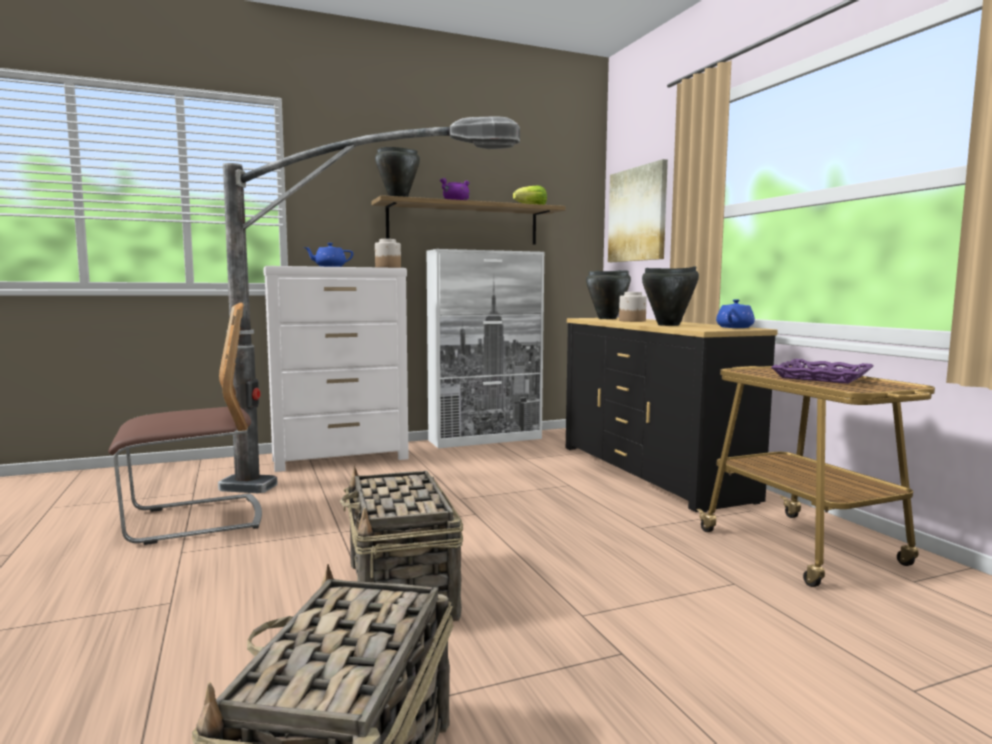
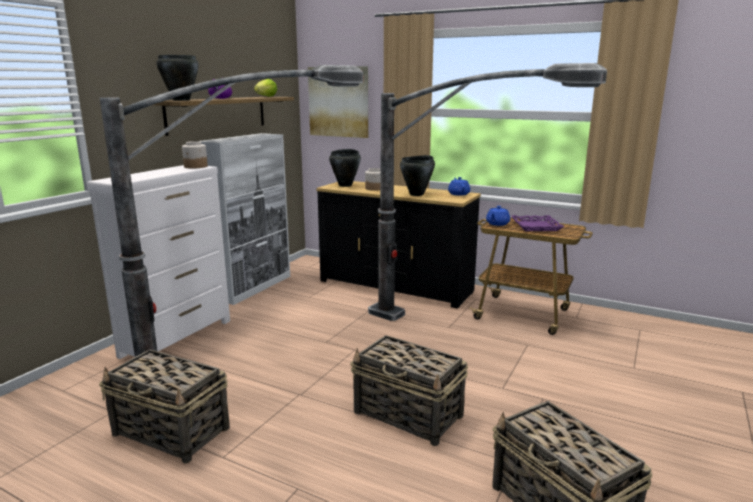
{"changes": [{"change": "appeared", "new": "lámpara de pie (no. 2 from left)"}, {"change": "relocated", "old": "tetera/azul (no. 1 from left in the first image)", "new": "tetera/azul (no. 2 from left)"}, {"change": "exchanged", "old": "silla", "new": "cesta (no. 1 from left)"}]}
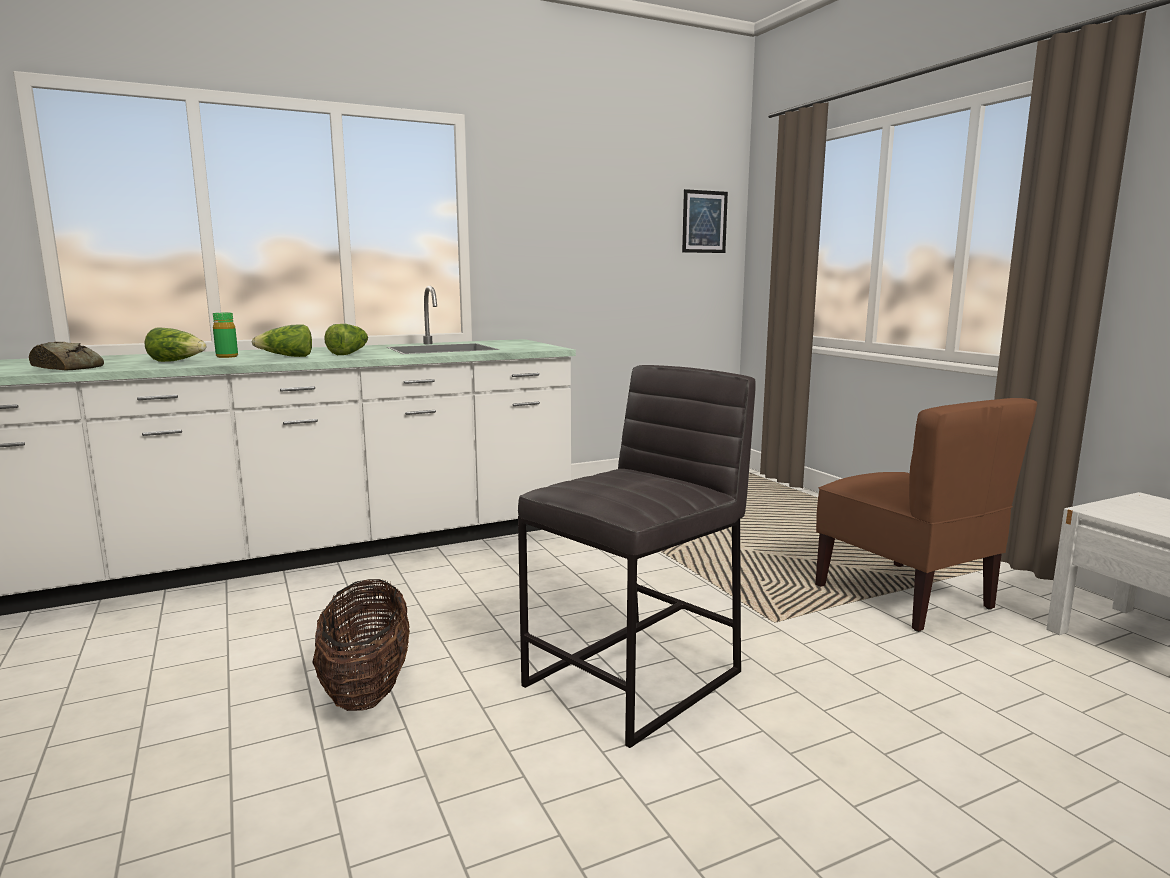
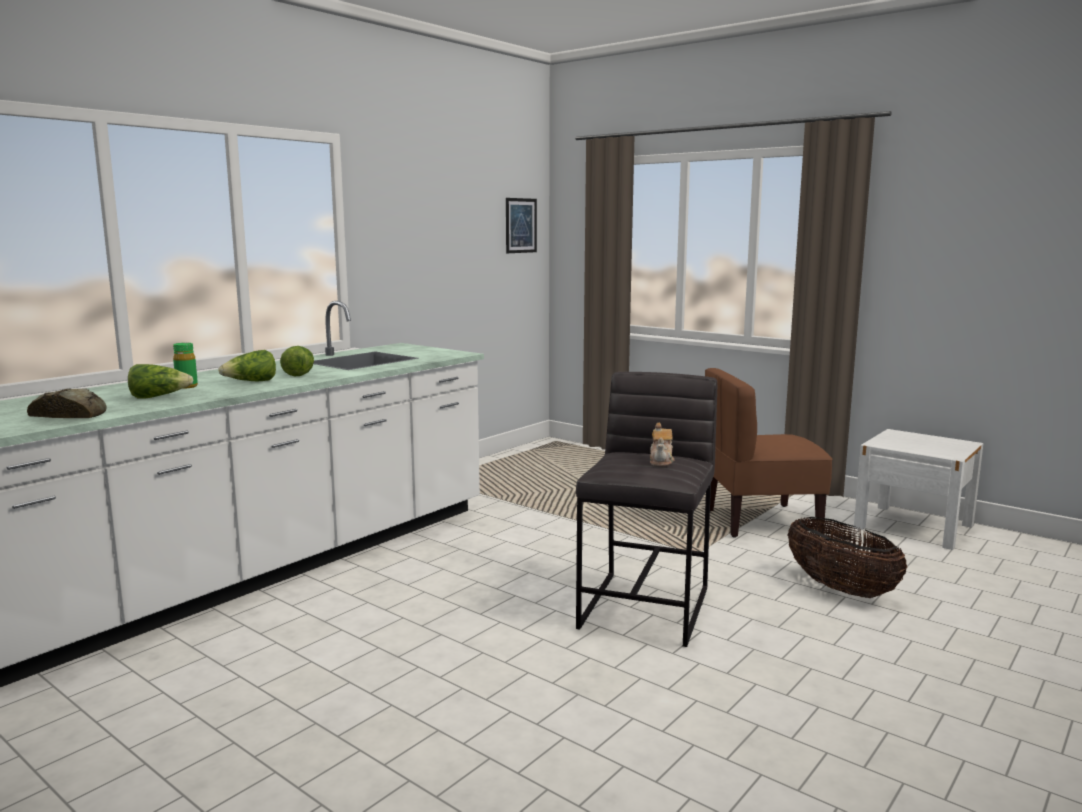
{"changes": [{"change": "appeared", "new": "tetera"}, {"change": "relocated", "old": "cesta"}, {"change": "spun", "old": "silla/marrón", "degrees": 135}]}
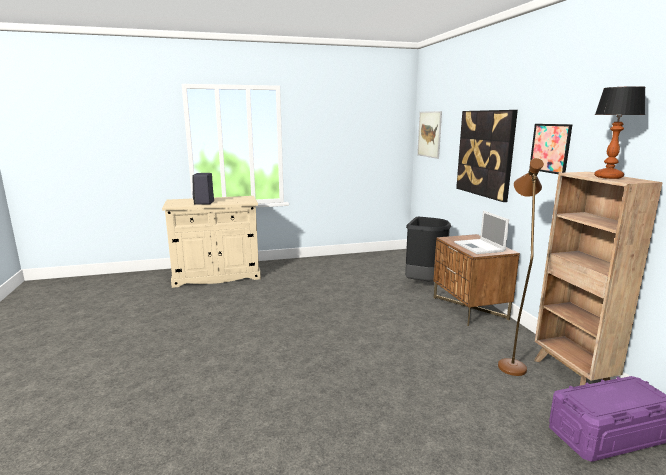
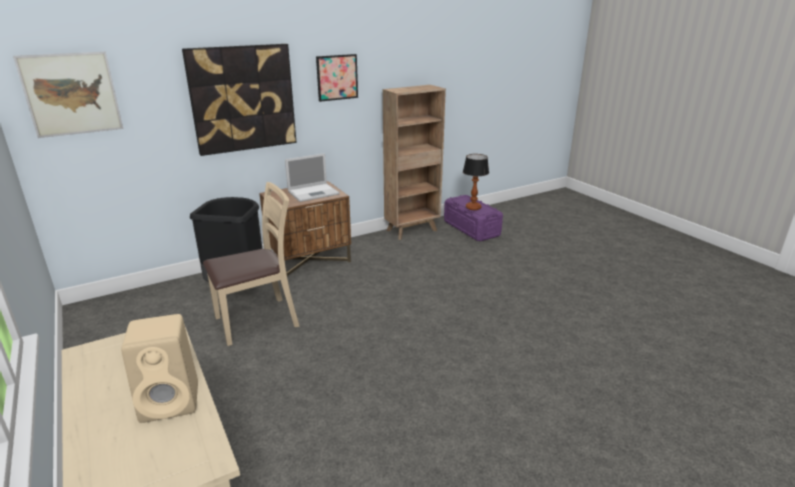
{"changes": [{"change": "missing", "old": "lámpara de pie/marrón"}, {"change": "appeared", "new": "silla/beis"}, {"change": "relocated", "old": "lámpara de mesa"}, {"change": "colour", "old": "altavoz/negro", "new": "altavoz/beis"}]}
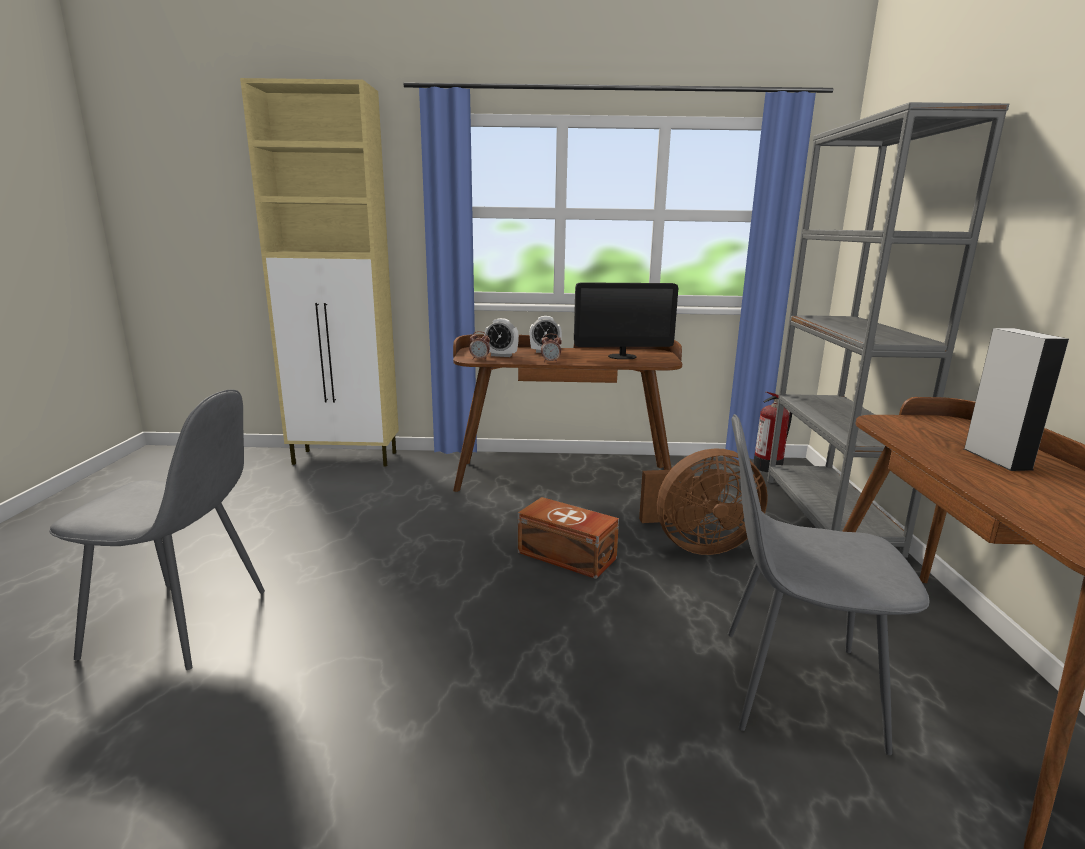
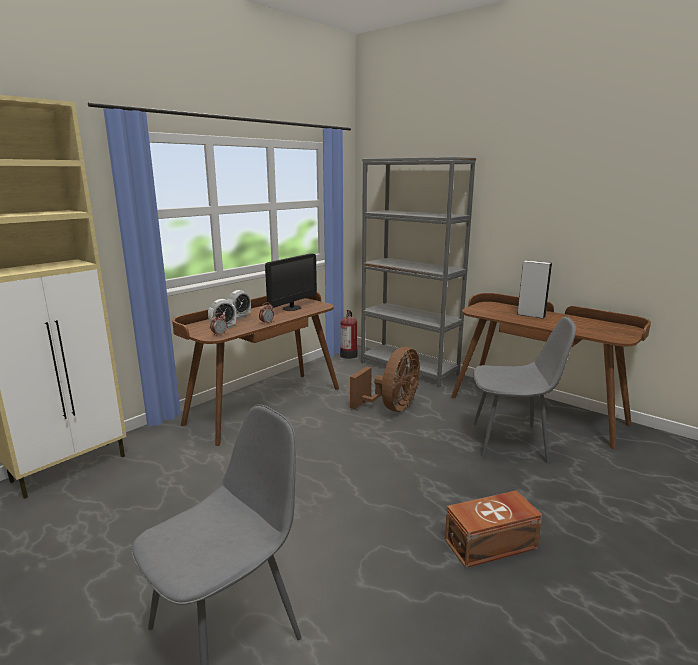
{"changes": [{"change": "relocated", "old": "caja de almacenaje/marrón"}, {"change": "spun", "old": "silla/gris (no. 2 from left)", "degrees": -135}]}
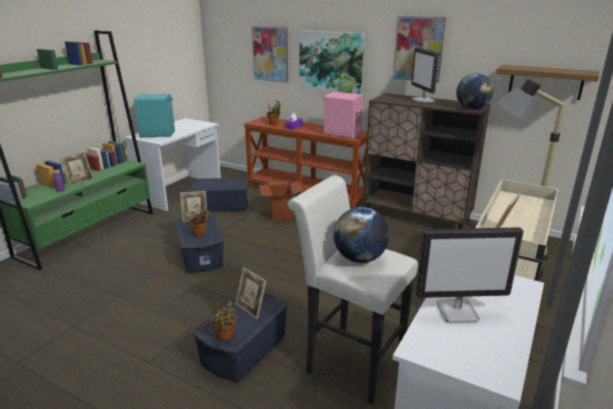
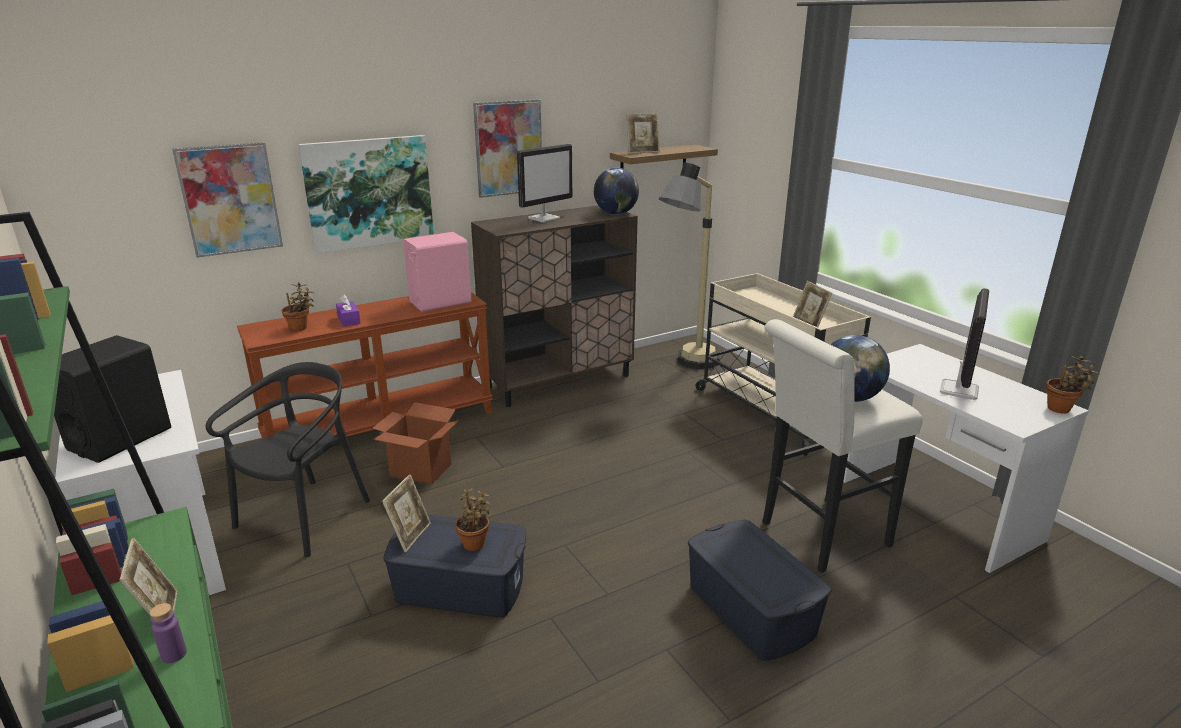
{"changes": [{"change": "relocated", "old": "planta en maceta (no. 2 from left in the first image)", "new": "planta en maceta (no. 3 from left)"}, {"change": "relocated", "old": "portarretratos (no. 3 from left)"}, {"change": "exchanged", "old": "caja de almacenaje/azul (no. 2 from left)", "new": "silla/negro"}, {"change": "colour", "old": "altavoz/turquesa", "new": "altavoz/negro"}, {"change": "spun", "old": "monitor (no. 1 from left)", "degrees": -60}]}
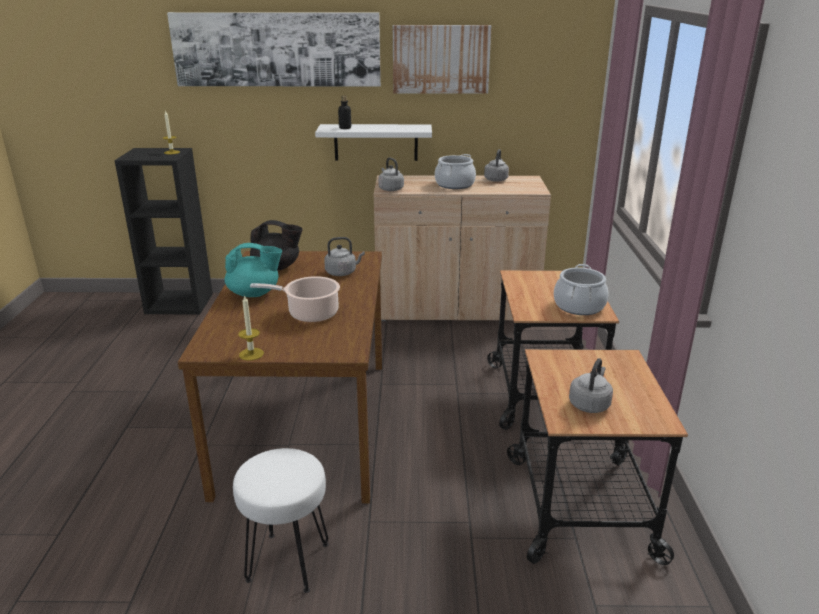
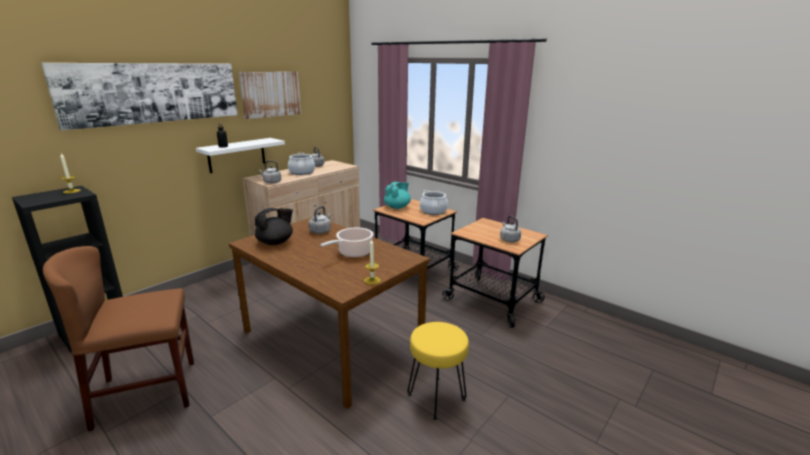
{"changes": [{"change": "appeared", "new": "silla/marrón"}, {"change": "relocated", "old": "tetera/turquesa"}, {"change": "colour", "old": "taburete/blanco", "new": "taburete/amarillo"}]}
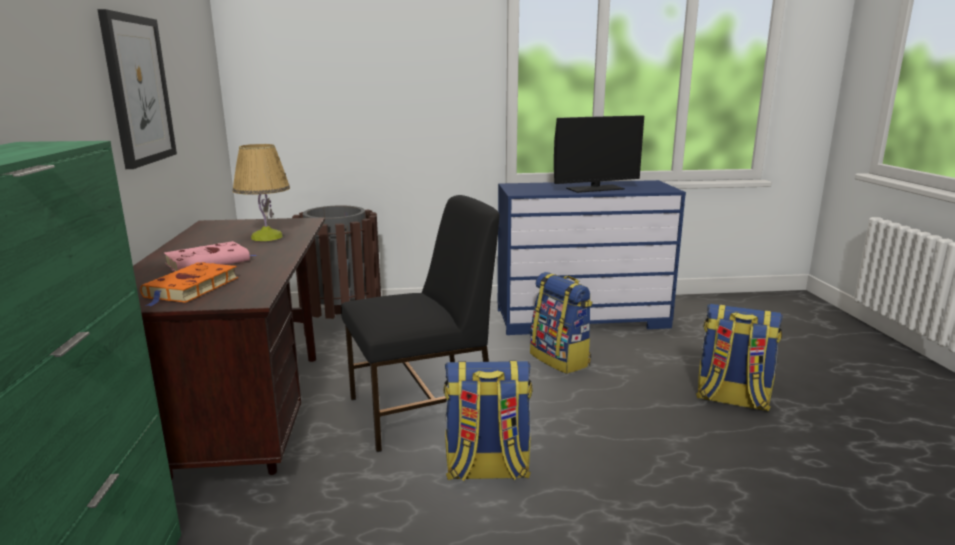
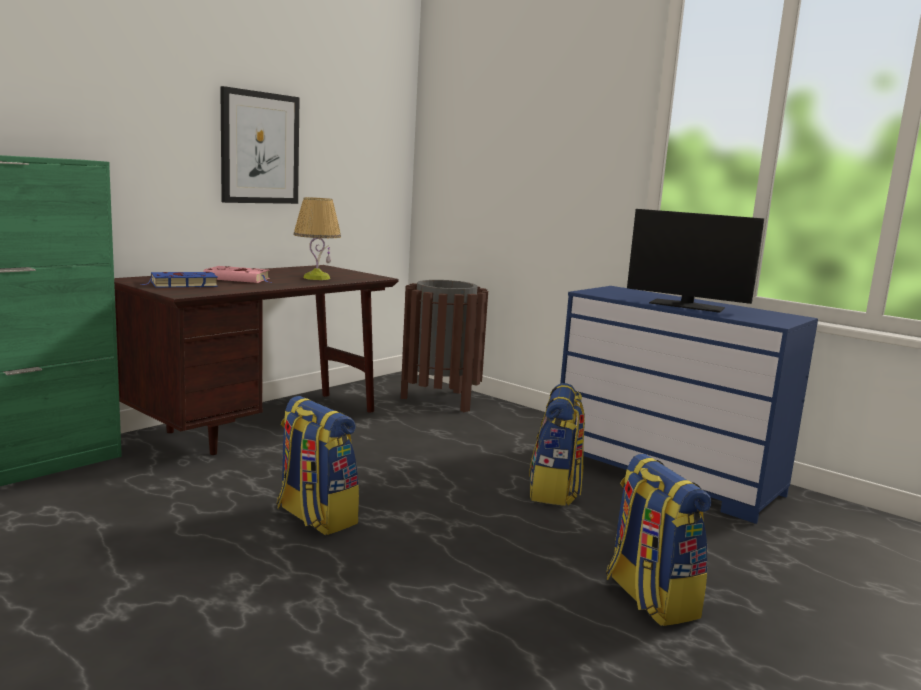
{"changes": [{"change": "missing", "old": "silla/negro"}, {"change": "colour", "old": "libro/naranja", "new": "libro/azul"}]}
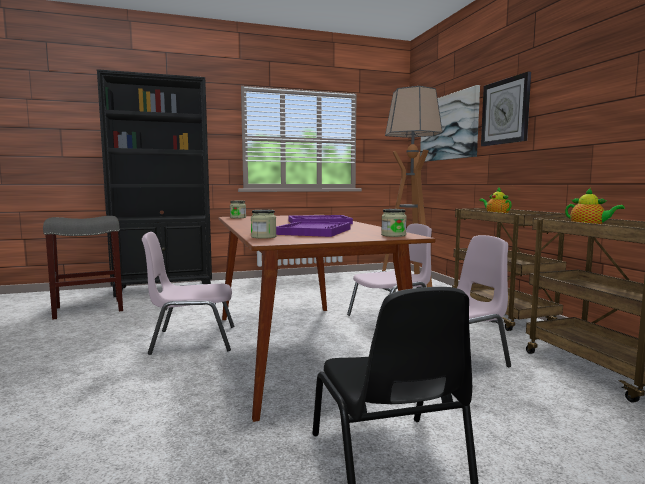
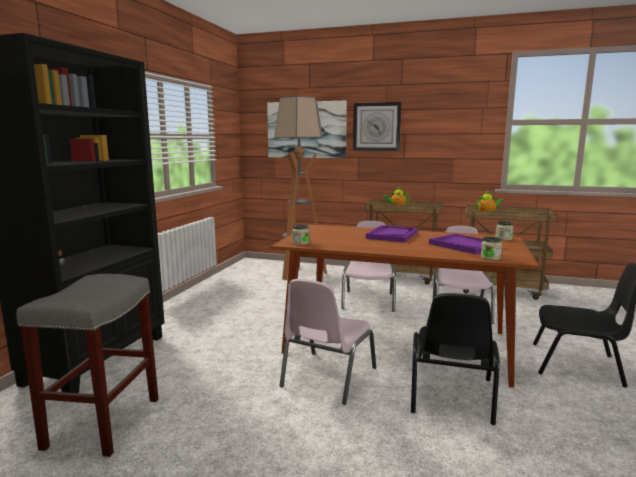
{"changes": [{"change": "appeared", "new": "silla/negro (no. 1 from left)"}]}
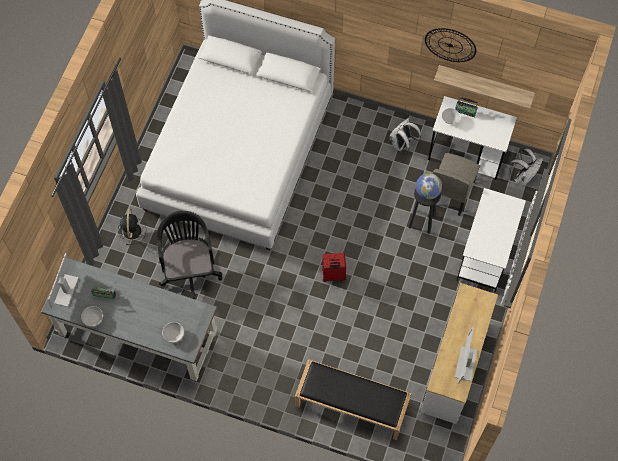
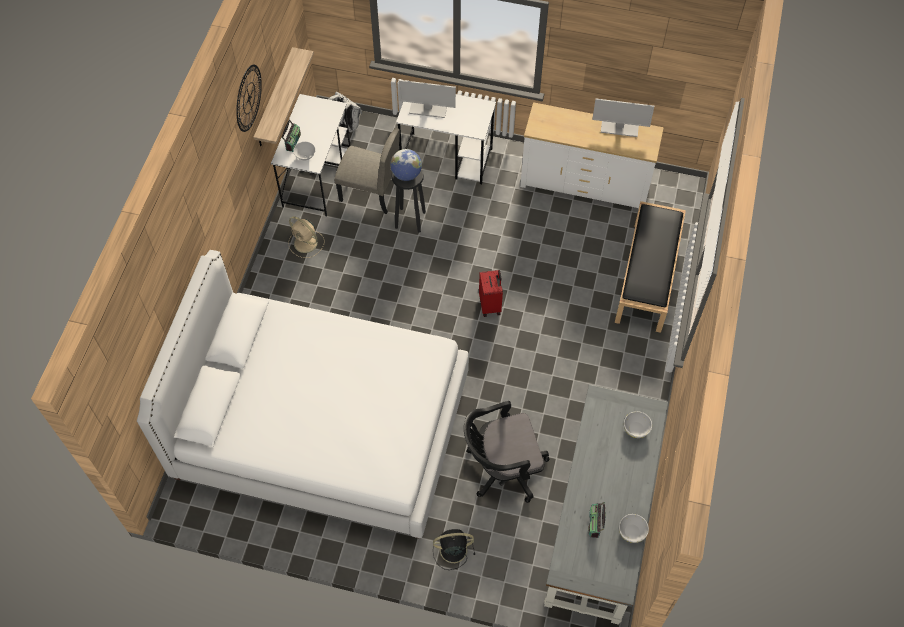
{"changes": [{"change": "relocated", "old": "monitor (no. 1 from left)"}, {"change": "exchanged", "old": "mochila/blanco (no. 1 from left)", "new": "ventilador/beis"}]}
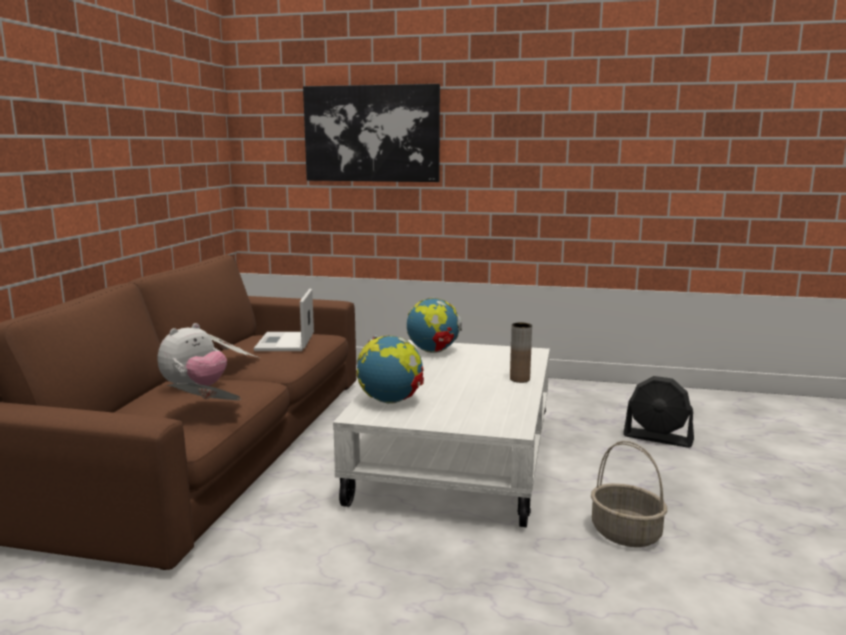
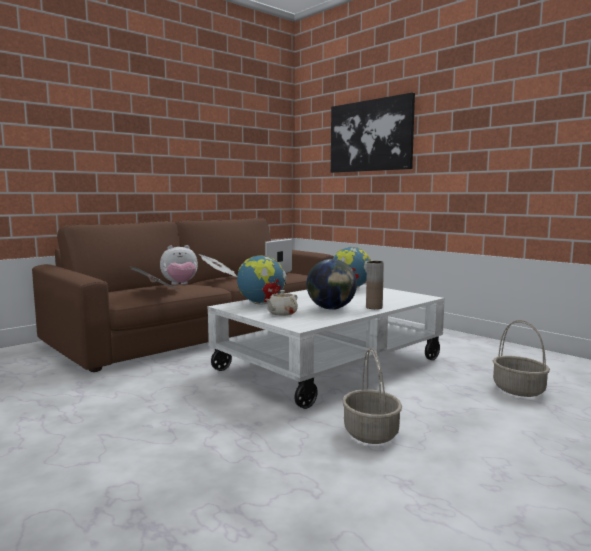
{"changes": [{"change": "appeared", "new": "tetera/beis"}, {"change": "appeared", "new": "globo terráqueo (no. 2 from left)"}, {"change": "exchanged", "old": "ventilador/negro", "new": "cesta (no. 2 from left)"}]}
